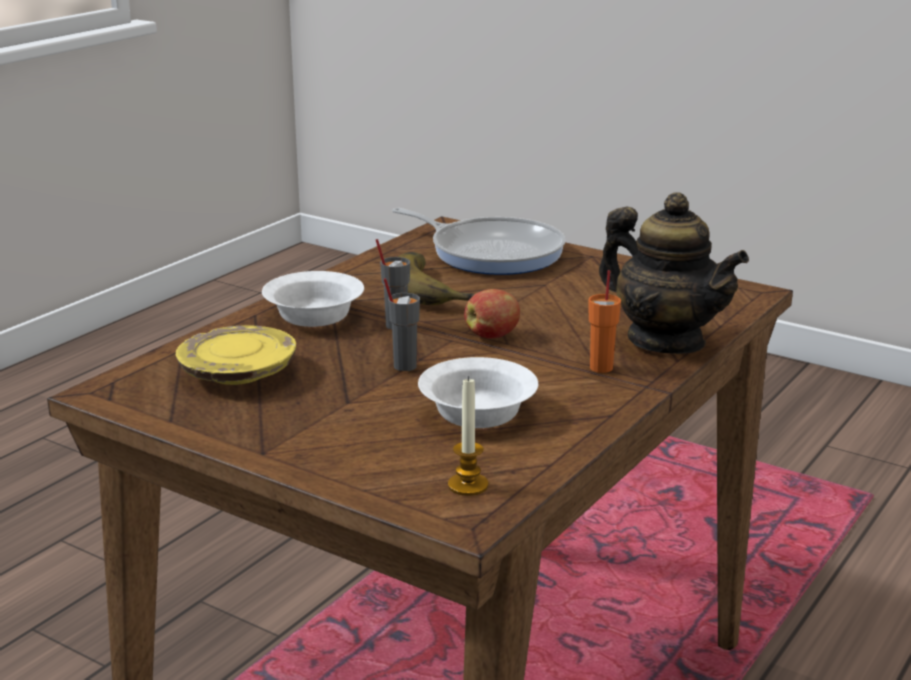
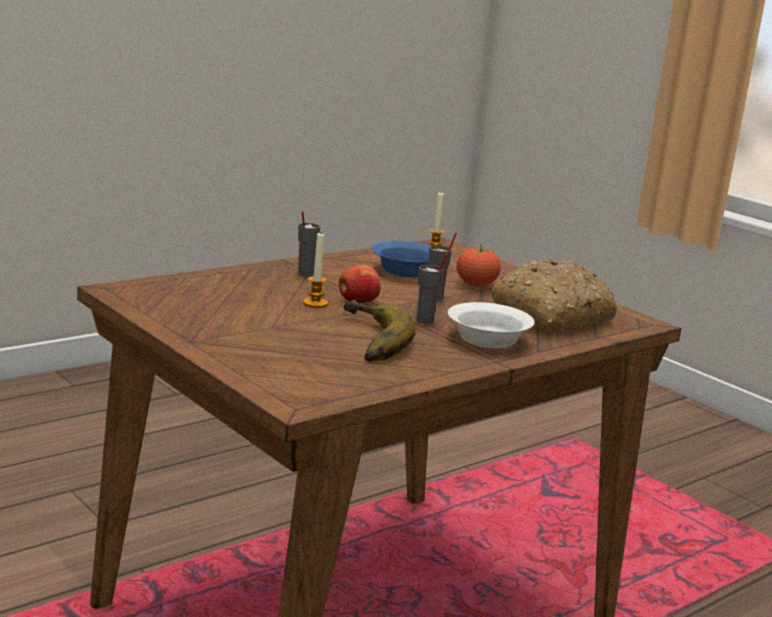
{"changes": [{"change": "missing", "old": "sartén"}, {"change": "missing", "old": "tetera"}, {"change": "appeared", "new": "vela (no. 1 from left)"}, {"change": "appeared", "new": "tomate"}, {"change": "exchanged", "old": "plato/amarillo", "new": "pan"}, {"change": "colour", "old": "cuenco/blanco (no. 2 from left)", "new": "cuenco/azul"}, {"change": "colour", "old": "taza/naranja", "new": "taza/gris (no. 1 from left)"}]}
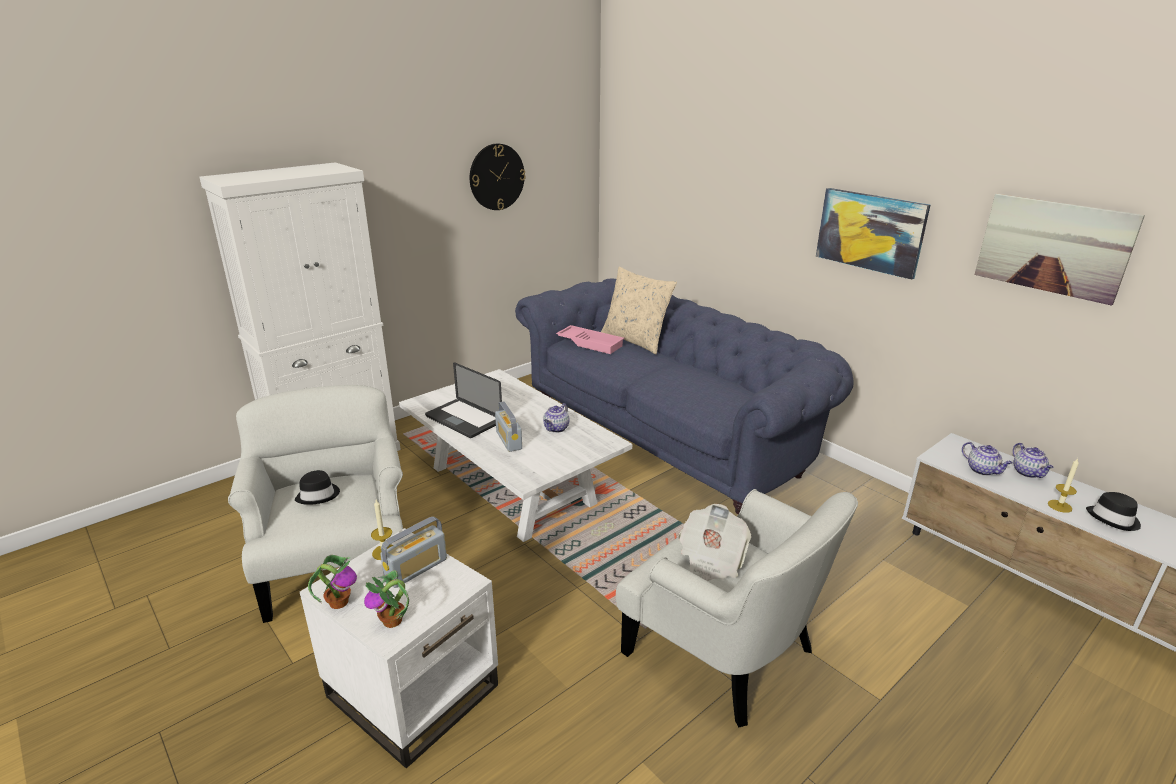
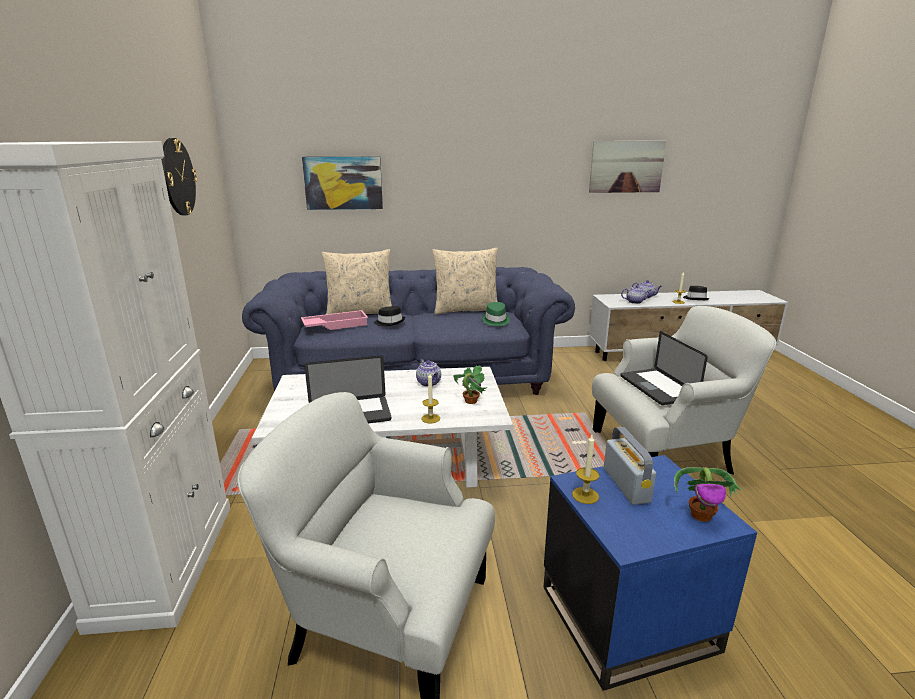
{"changes": [{"change": "missing", "old": "radio (no. 2 from left)"}, {"change": "appeared", "new": "vela (no. 1 from left)"}, {"change": "appeared", "new": "cojín/beis (no. 2 from left)"}, {"change": "appeared", "new": "sombrero/verde"}, {"change": "relocated", "old": "sombrero/negro (no. 1 from left)"}, {"change": "relocated", "old": "planta en maceta (no. 1 from left)"}, {"change": "relocated", "old": "cuadro (no. 1 from left)"}, {"change": "exchanged", "old": "periódico", "new": "portátil (no. 2 from left)"}, {"change": "colour", "old": "mesa auxiliar/blanco", "new": "mesa auxiliar/azul"}]}
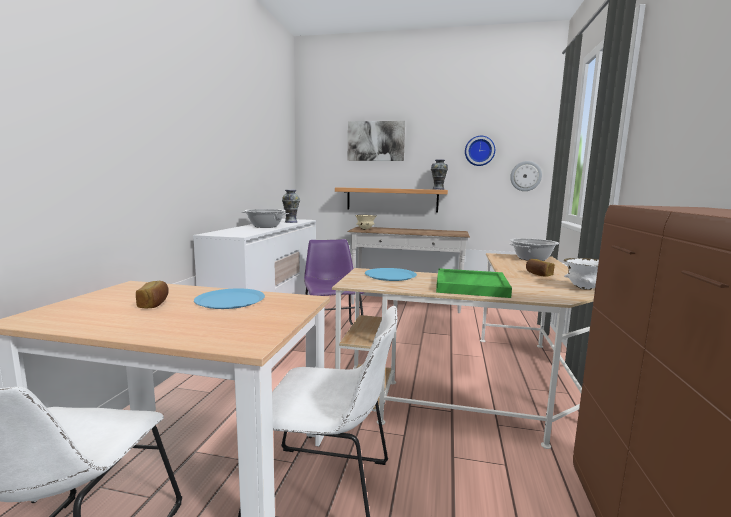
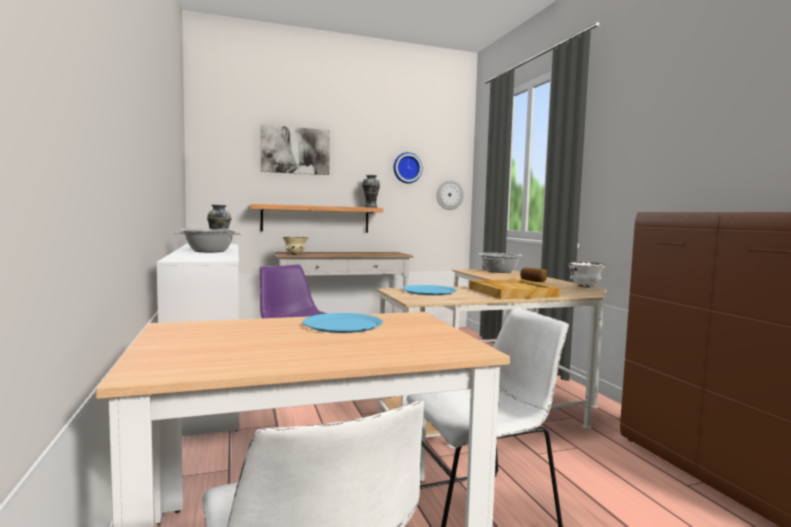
{"changes": [{"change": "missing", "old": "pan (no. 1 from left)"}, {"change": "colour", "old": "bandeja/verde", "new": "bandeja/beis"}]}
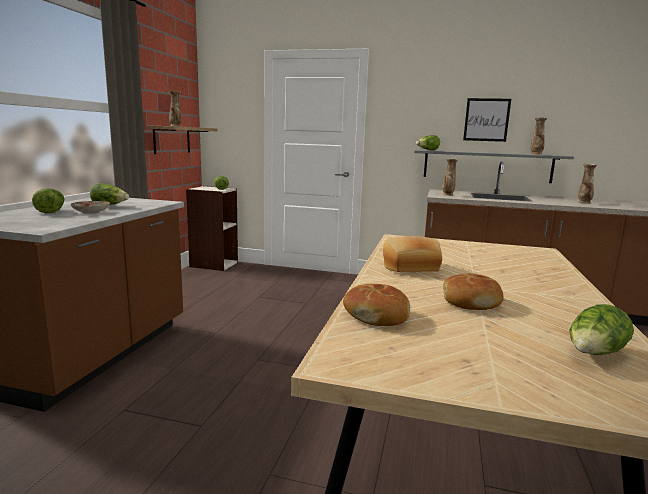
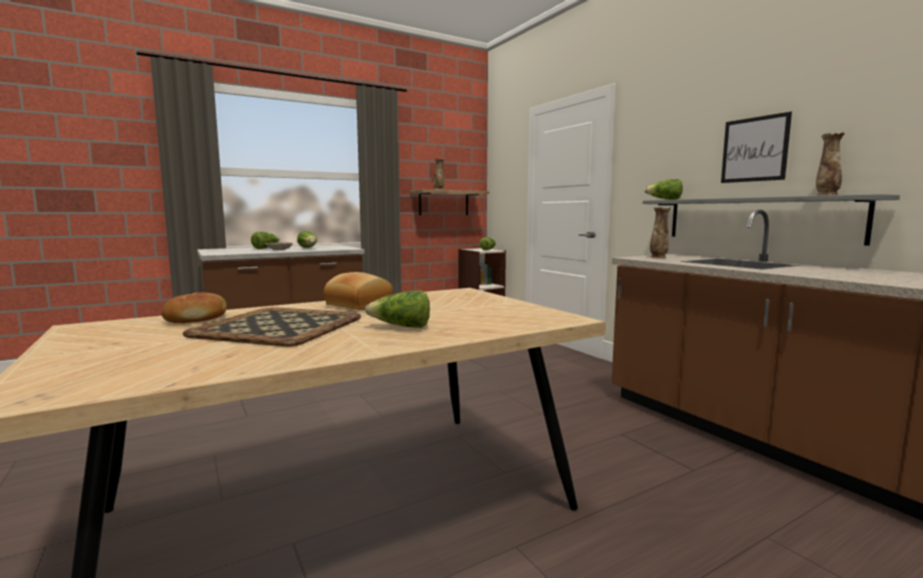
{"changes": [{"change": "missing", "old": "florero (no. 4 from left)"}, {"change": "relocated", "old": "lechuga (no. 5 from left in the first image)", "new": "lechuga (no. 3 from left)"}, {"change": "exchanged", "old": "pan (no. 3 from left)", "new": "bandeja"}]}
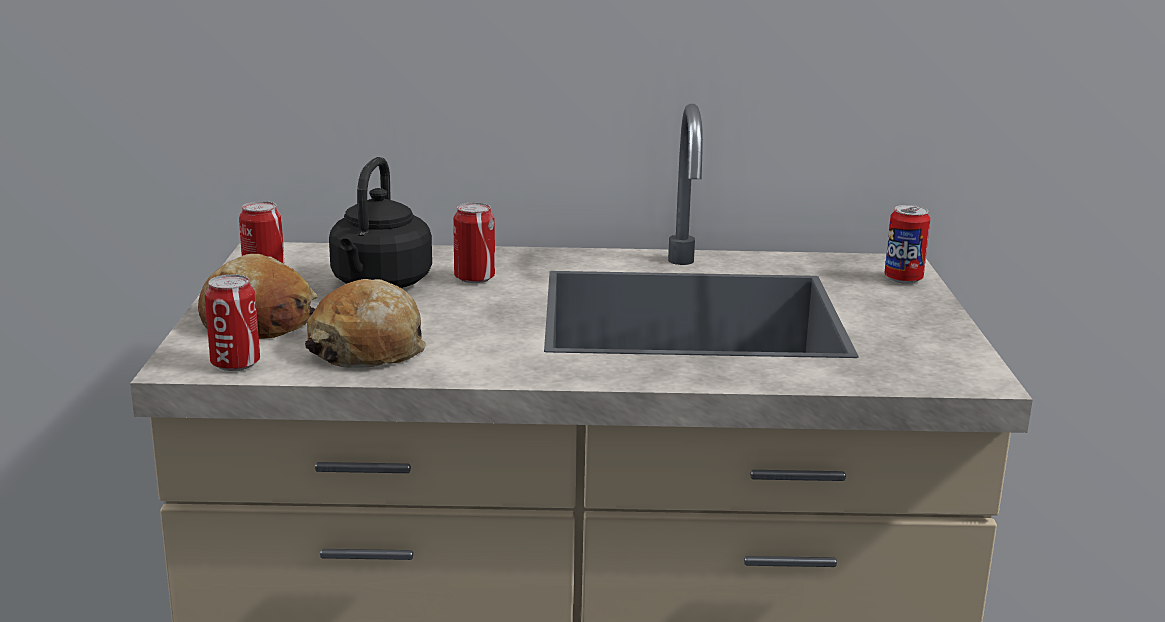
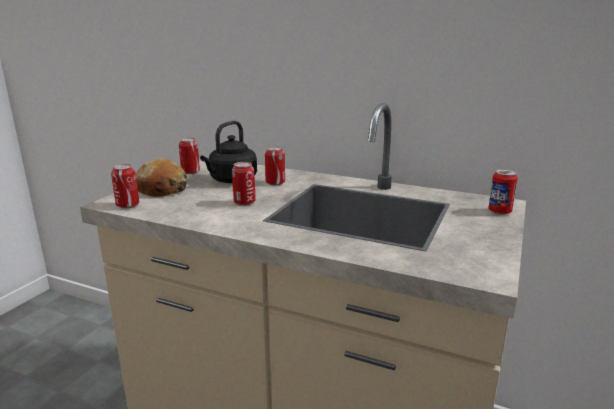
{"changes": [{"change": "missing", "old": "pan (no. 2 from left)"}, {"change": "appeared", "new": "lata (no. 3 from left)"}]}
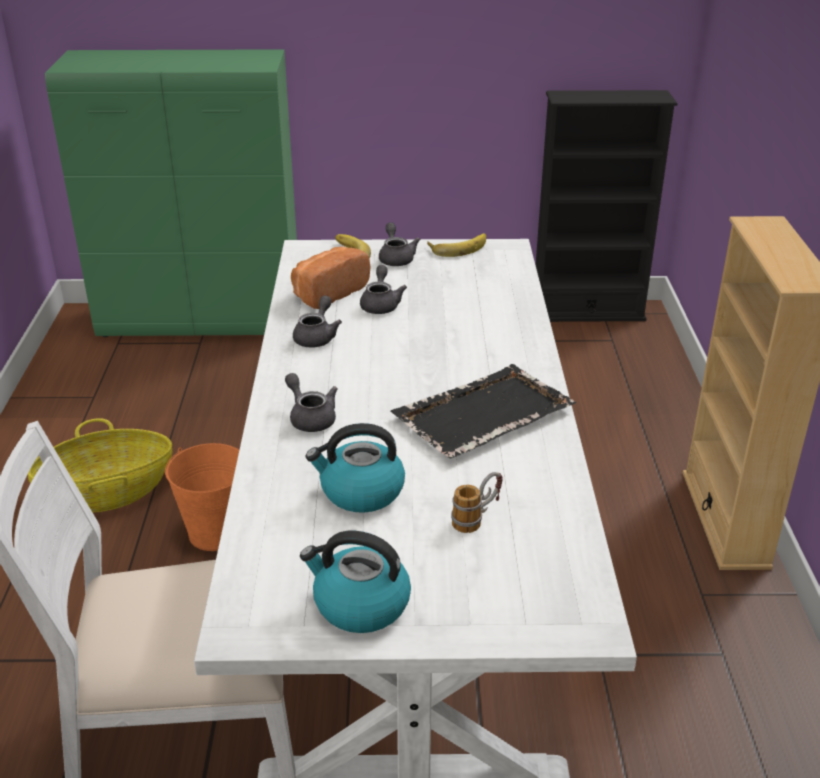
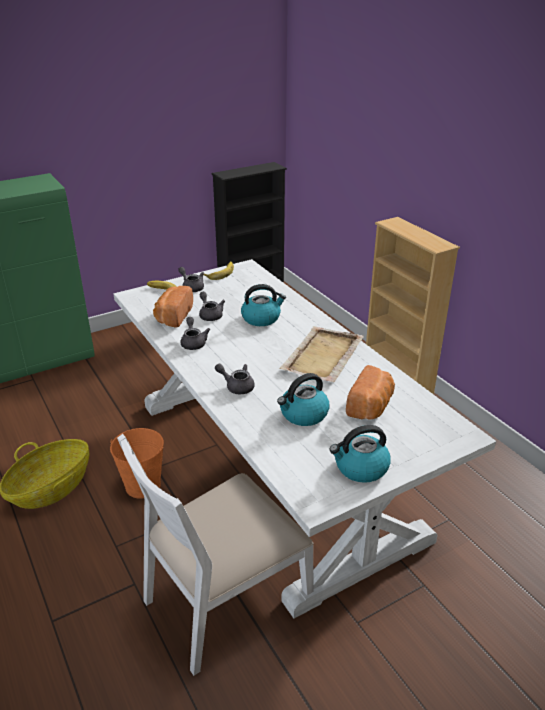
{"changes": [{"change": "appeared", "new": "hervidor (no. 1 from left)"}, {"change": "exchanged", "old": "taza grande", "new": "pan (no. 2 from left)"}, {"change": "colour", "old": "bandeja/negro", "new": "bandeja/beis"}]}
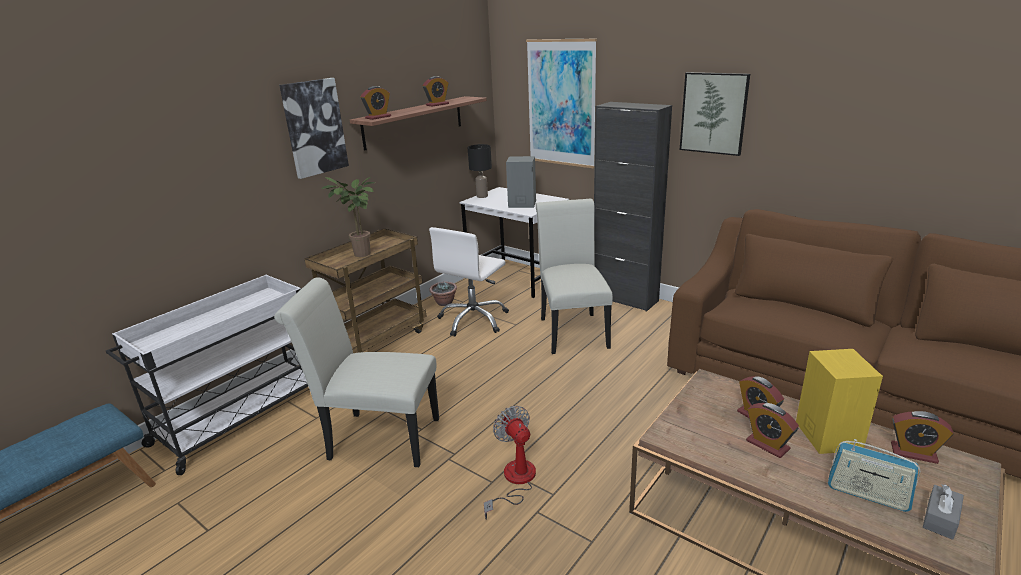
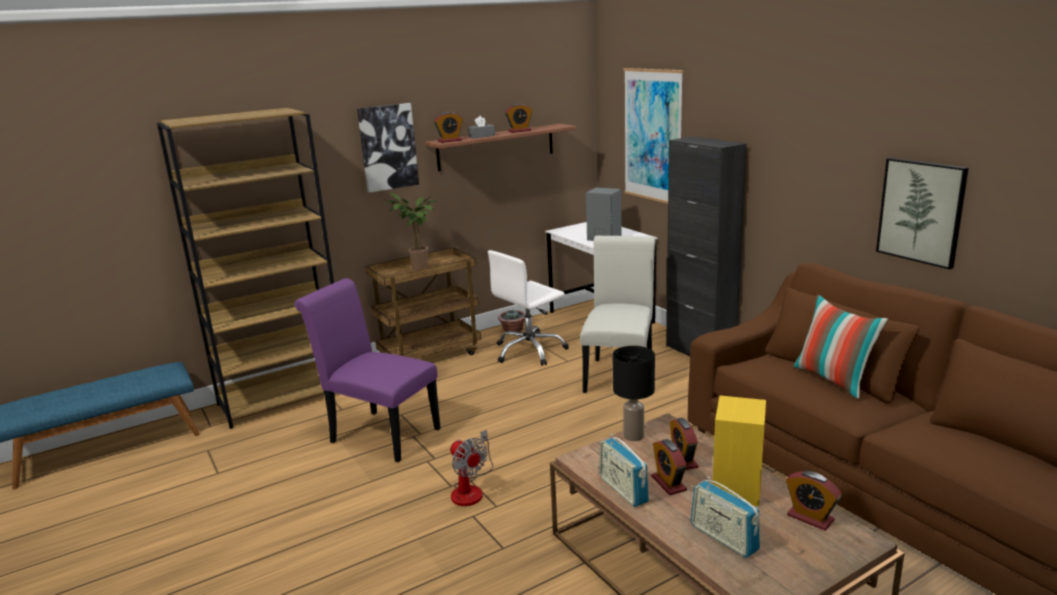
{"changes": [{"change": "appeared", "new": "radio (no. 1 from left)"}, {"change": "appeared", "new": "cojín"}, {"change": "relocated", "old": "lámpara de mesa/negro"}, {"change": "relocated", "old": "cuadro (no. 3 from left)"}, {"change": "relocated", "old": "caja de pañuelos/gris"}, {"change": "exchanged", "old": "carrito/blanco", "new": "estantería/marrón"}, {"change": "colour", "old": "silla/blanco (no. 1 from left)", "new": "silla/morado"}, {"change": "spun", "old": "ventilador", "degrees": 150}]}
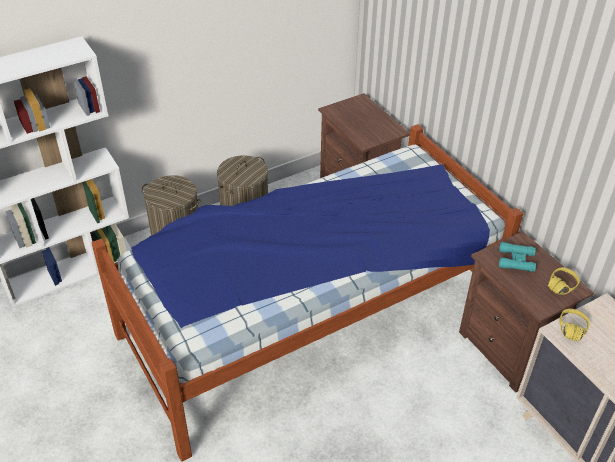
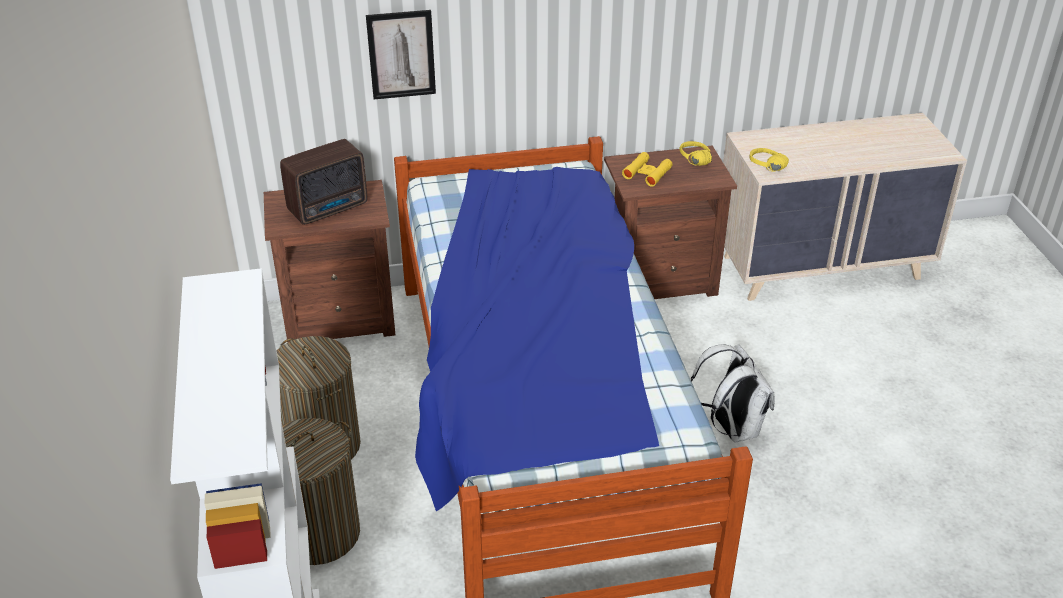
{"changes": [{"change": "appeared", "new": "radio"}, {"change": "appeared", "new": "cuadro"}, {"change": "appeared", "new": "mochila/blanco"}, {"change": "colour", "old": "prismáticos/turquesa", "new": "prismáticos/amarillo"}]}
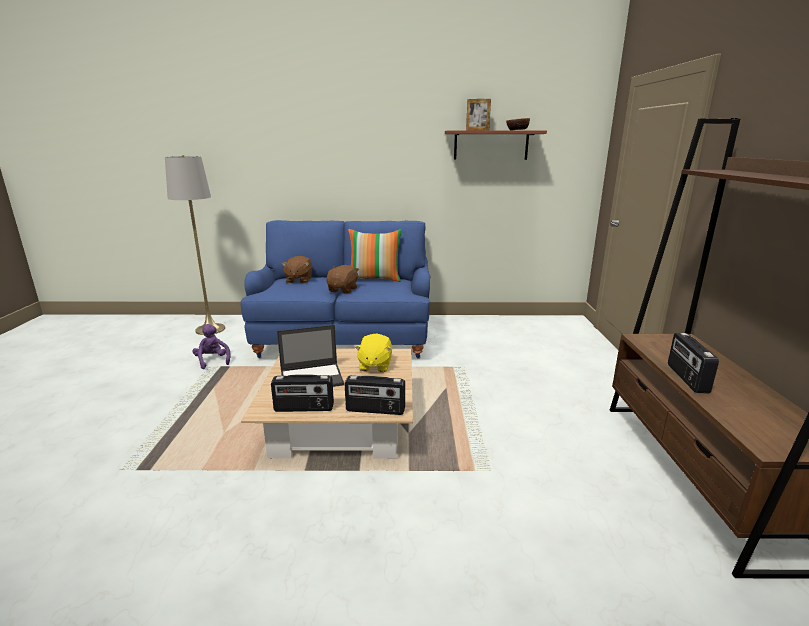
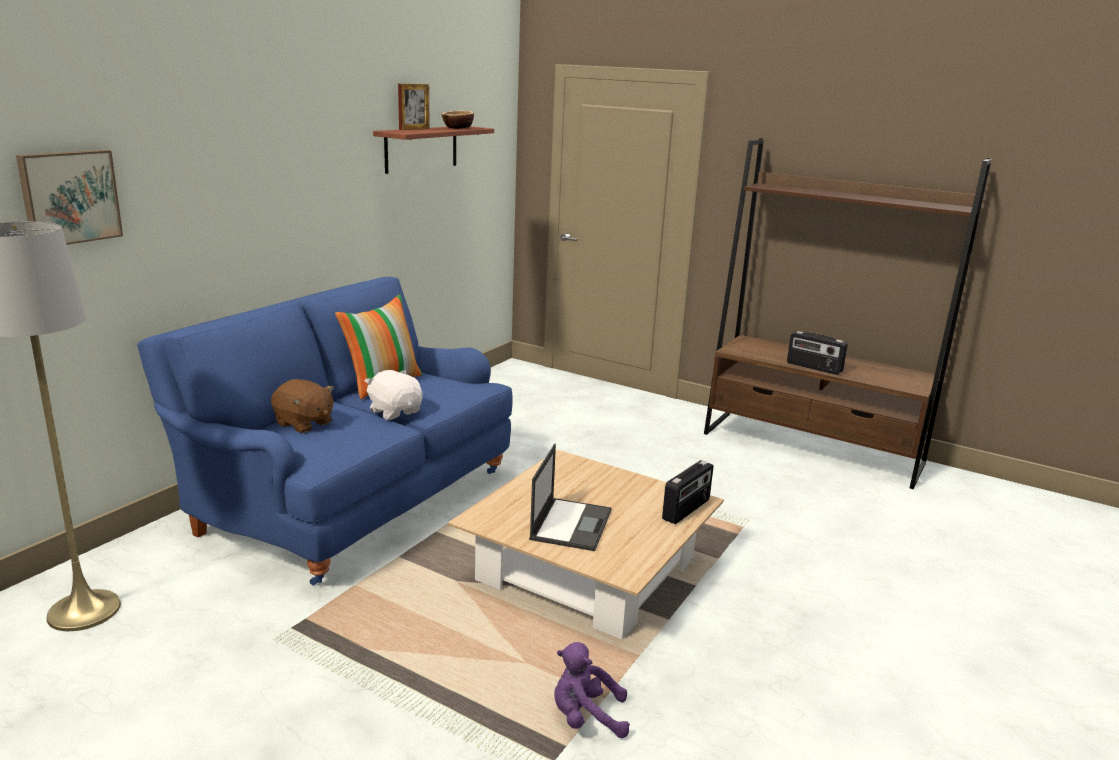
{"changes": [{"change": "missing", "old": "radio (no. 1 from left)"}, {"change": "missing", "old": "peluche/amarillo"}, {"change": "appeared", "new": "cuadro"}, {"change": "relocated", "old": "peluche/morado"}, {"change": "colour", "old": "peluche/marrón (no. 2 from left)", "new": "peluche/blanco"}]}
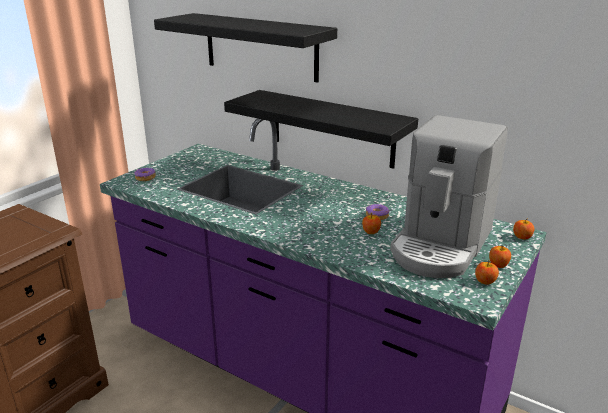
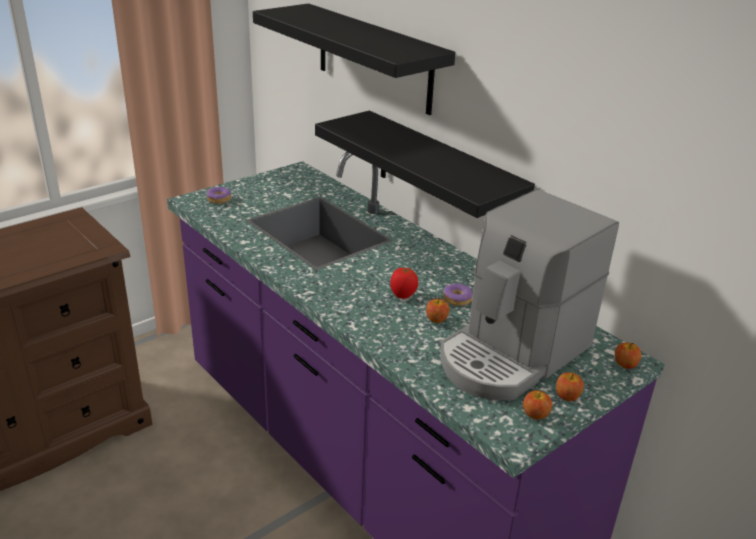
{"changes": [{"change": "appeared", "new": "tomate"}]}
